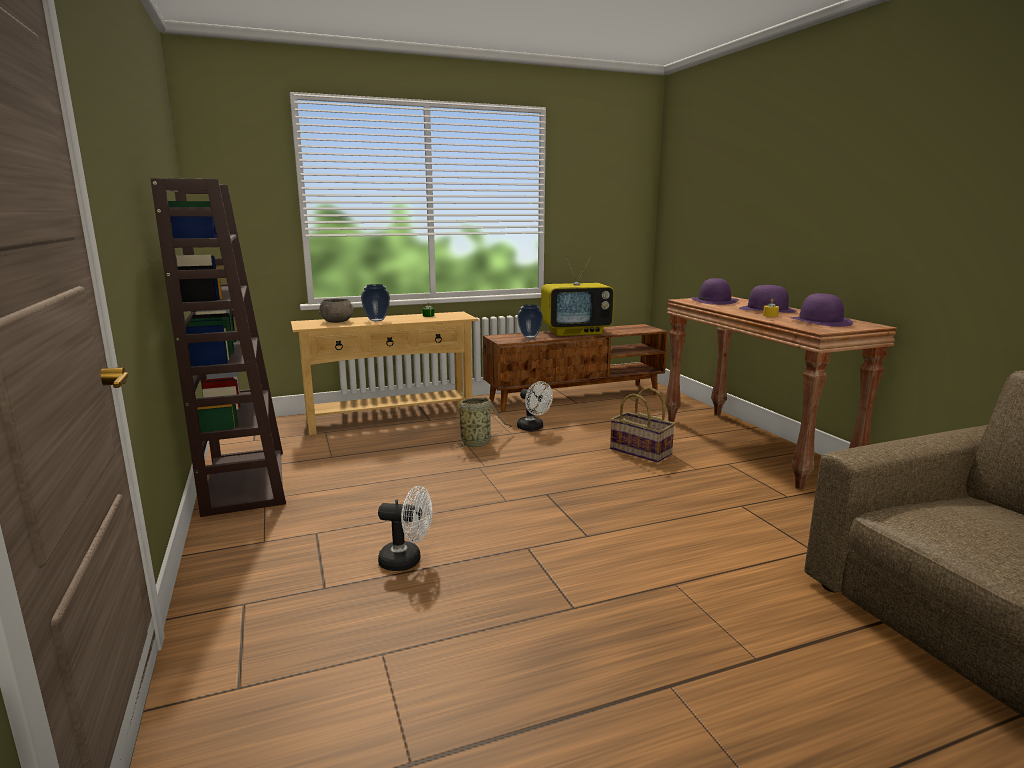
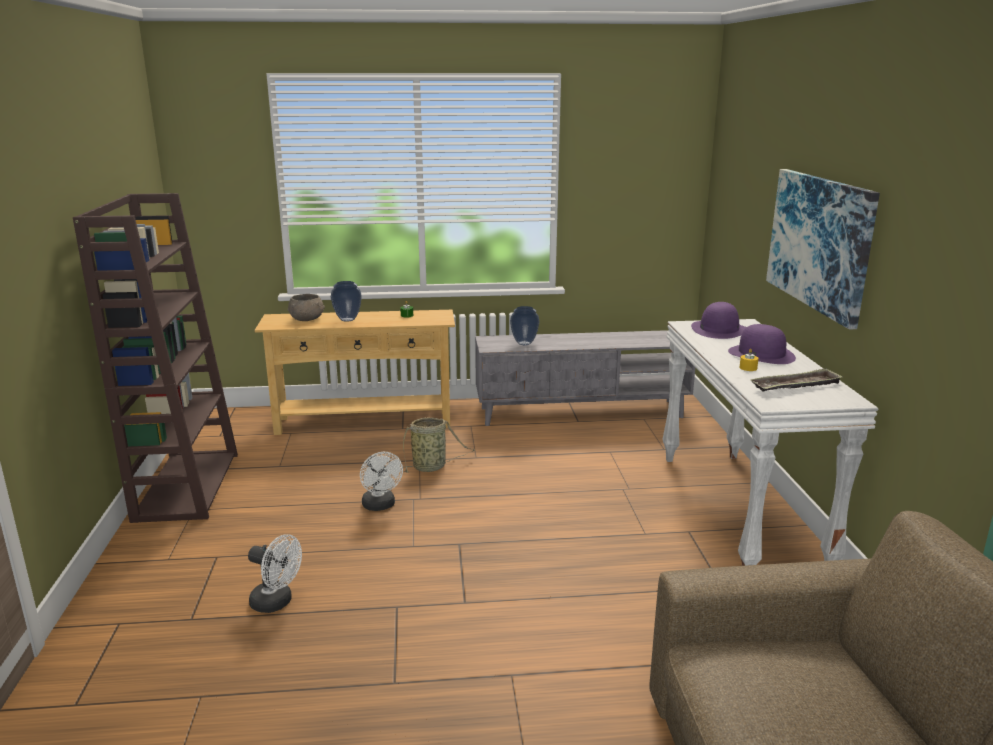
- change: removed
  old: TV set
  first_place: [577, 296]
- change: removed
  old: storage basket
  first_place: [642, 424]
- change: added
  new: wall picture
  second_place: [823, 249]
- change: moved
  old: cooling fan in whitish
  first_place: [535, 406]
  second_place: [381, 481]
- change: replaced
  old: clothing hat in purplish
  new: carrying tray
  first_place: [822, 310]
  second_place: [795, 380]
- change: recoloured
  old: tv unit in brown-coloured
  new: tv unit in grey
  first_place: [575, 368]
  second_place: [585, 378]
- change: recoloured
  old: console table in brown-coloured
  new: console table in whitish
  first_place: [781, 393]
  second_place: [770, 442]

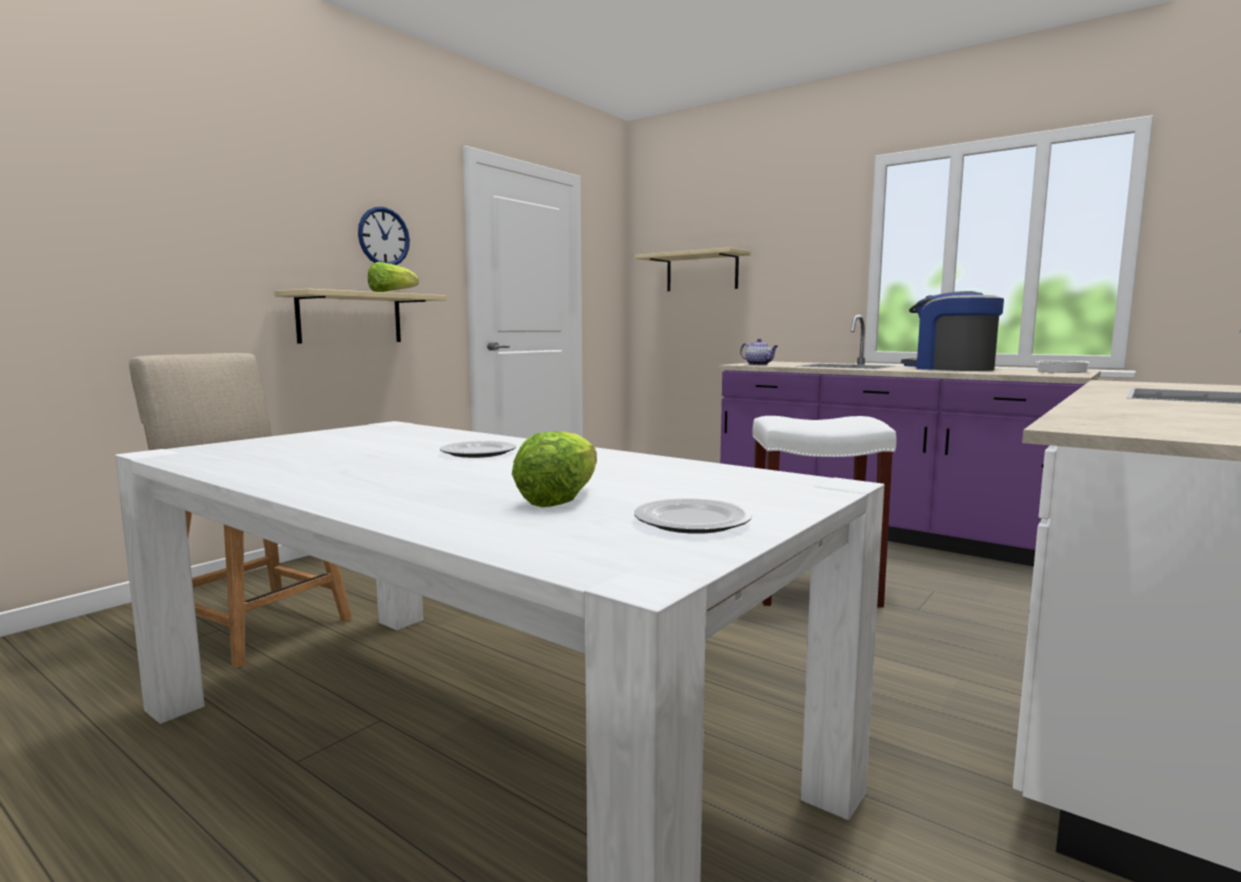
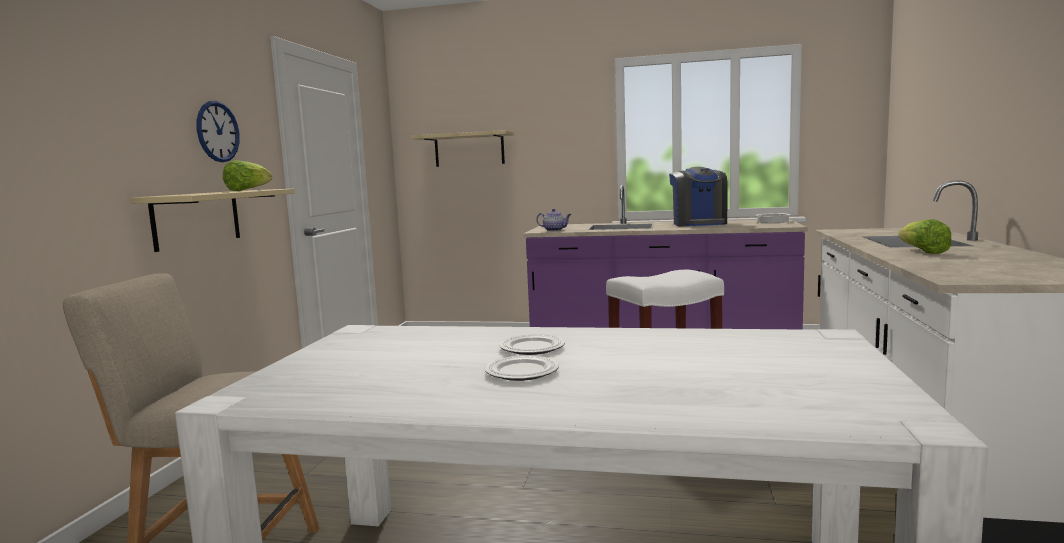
- change: moved
  old: lettuce head
  first_place: [554, 469]
  second_place: [925, 236]
- change: moved
  old: flat dish
  first_place: [693, 516]
  second_place: [522, 368]
- change: turned
  old: coffee maker
  first_place: [952, 331]
  second_place: [698, 196]
  degrees: -120

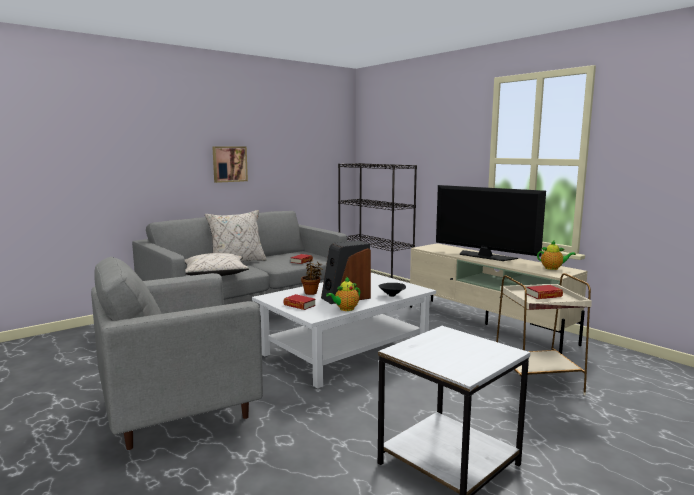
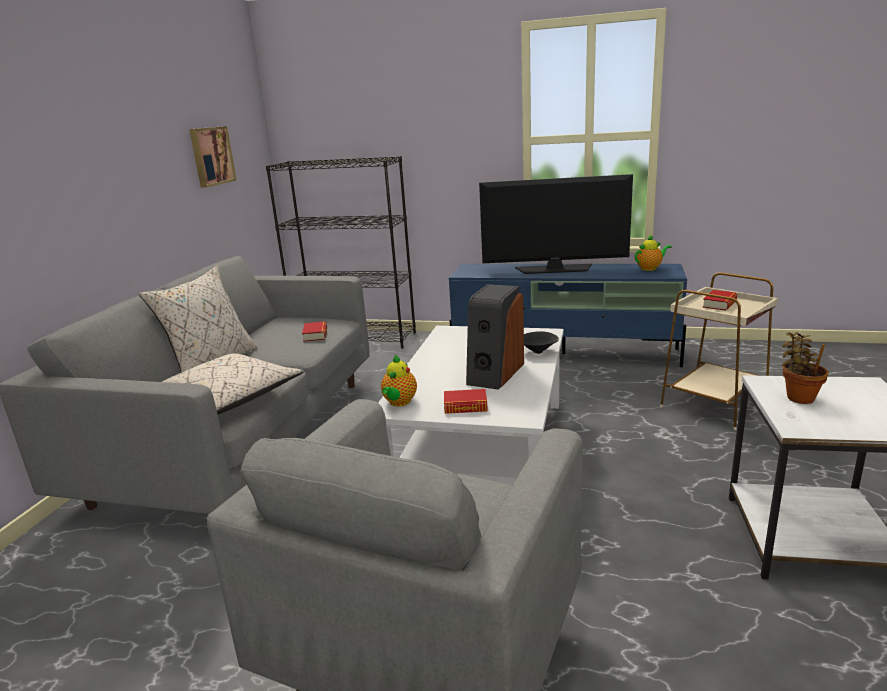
- change: moved
  old: wall picture
  first_place: [230, 164]
  second_place: [213, 157]
- change: moved
  old: houseplant
  first_place: [312, 277]
  second_place: [805, 368]
- change: moved
  old: tea pot
  first_place: [343, 293]
  second_place: [399, 380]
- change: recoloured
  old: tv unit in beige
  new: tv unit in blue-coloured
  first_place: [499, 298]
  second_place: [568, 315]

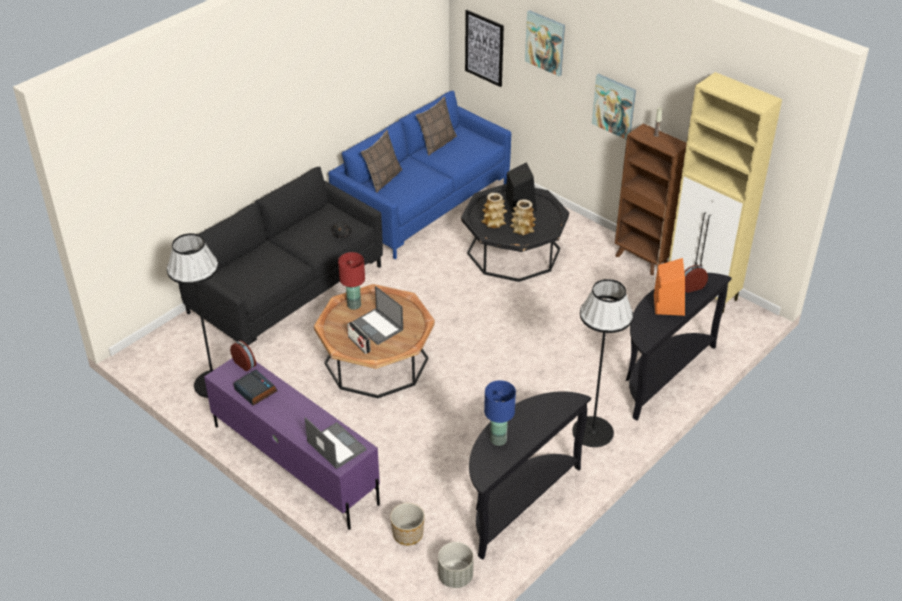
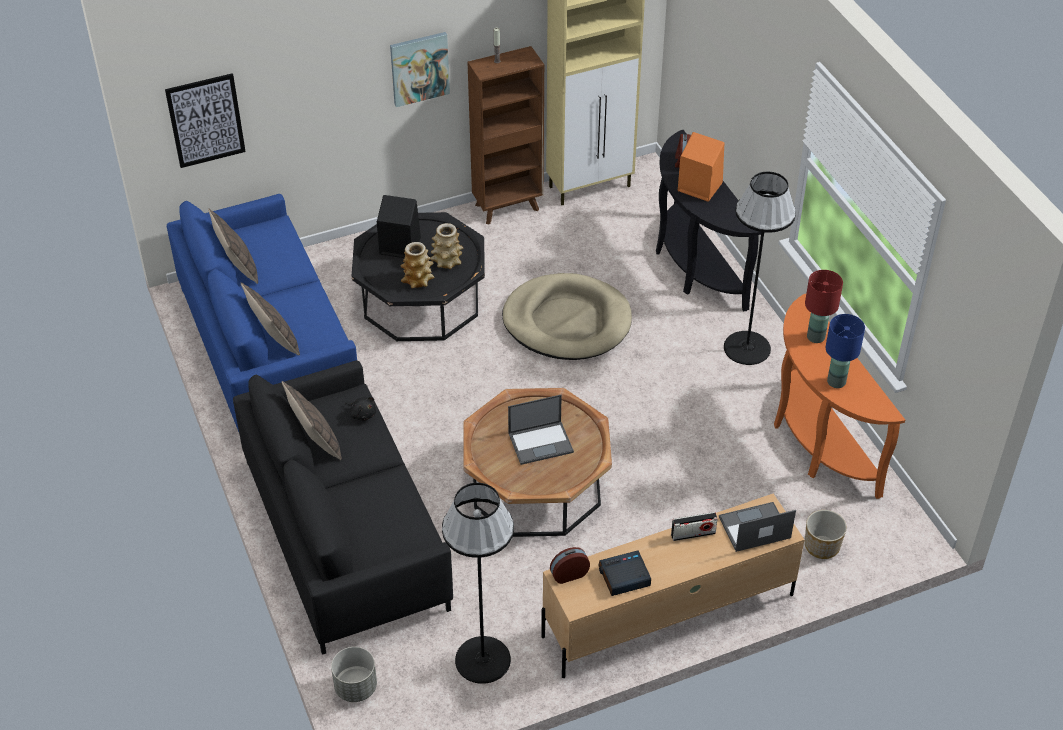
- change: removed
  old: wall picture
  first_place: [545, 43]
- change: added
  new: throw pillow
  second_place: [312, 420]
- change: added
  new: pet bed in beige
  second_place: [567, 316]
- change: moved
  old: tabletop lamp in red
  first_place: [351, 281]
  second_place: [824, 306]
- change: moved
  old: radio receiver
  first_place: [359, 338]
  second_place: [694, 526]
- change: moved
  old: planter in grey
  first_place: [456, 565]
  second_place: [354, 674]
- change: recoloured
  old: tv unit in purplish
  new: tv unit in beige
  first_place: [292, 444]
  second_place: [673, 585]
- change: recoloured
  old: console table in black
  new: console table in orange-coloured
  first_place: [530, 475]
  second_place: [839, 396]

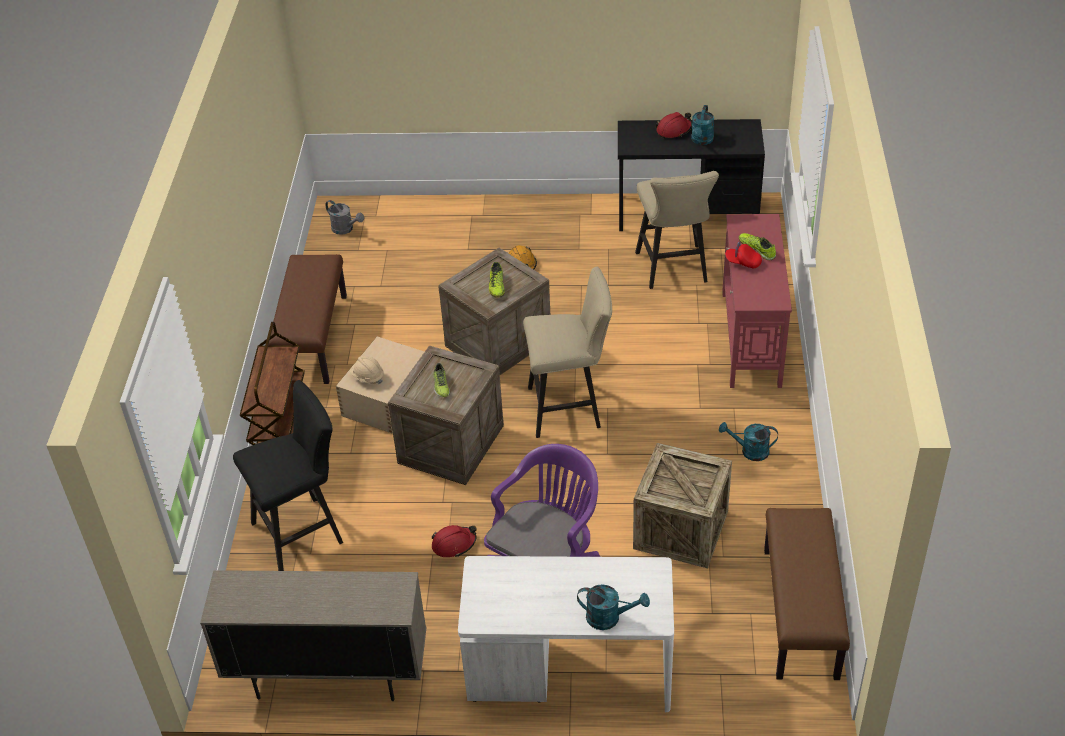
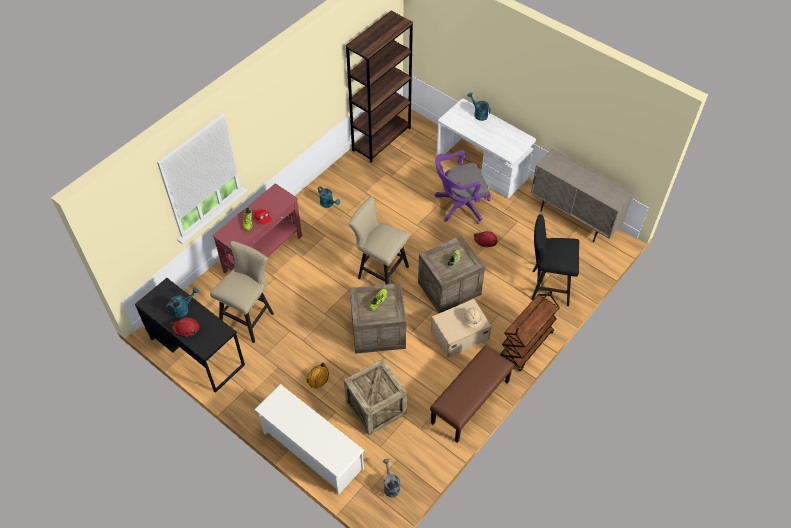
- change: added
  new: shoe stand in whitish
  second_place: [309, 439]
- change: moved
  old: packing crate
  first_place: [682, 505]
  second_place: [375, 397]
- change: replaced
  old: long seat in brown-coloured
  new: shelving unit in brown-coloured
  first_place: [807, 594]
  second_place: [379, 87]

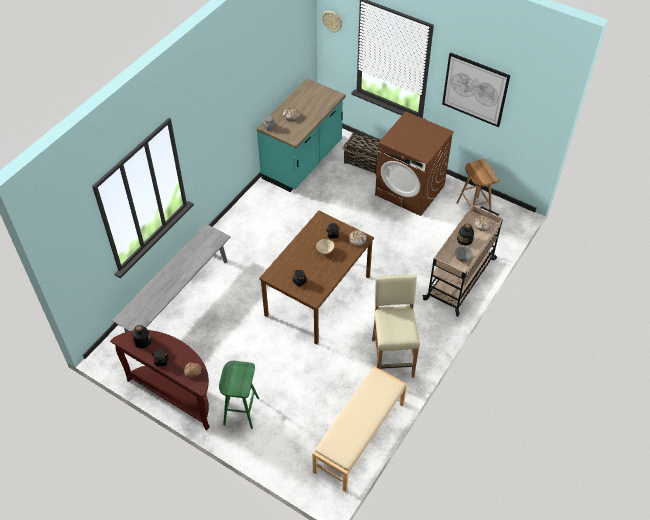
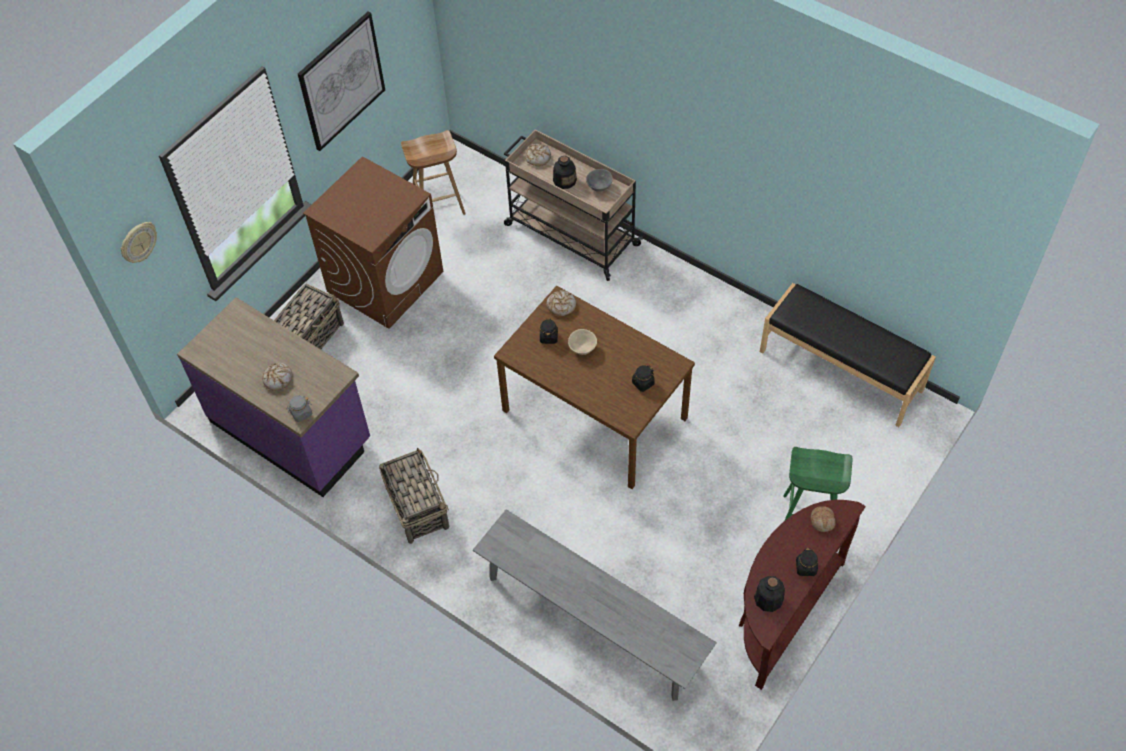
- change: removed
  old: stool in beige
  first_place: [396, 326]
- change: added
  new: storage basket
  second_place: [414, 495]
- change: recoloured
  old: counter in turquoise
  new: counter in purplish
  first_place: [301, 135]
  second_place: [273, 397]
- change: recoloured
  old: long seat in beige
  new: long seat in black
  first_place: [359, 429]
  second_place: [848, 355]

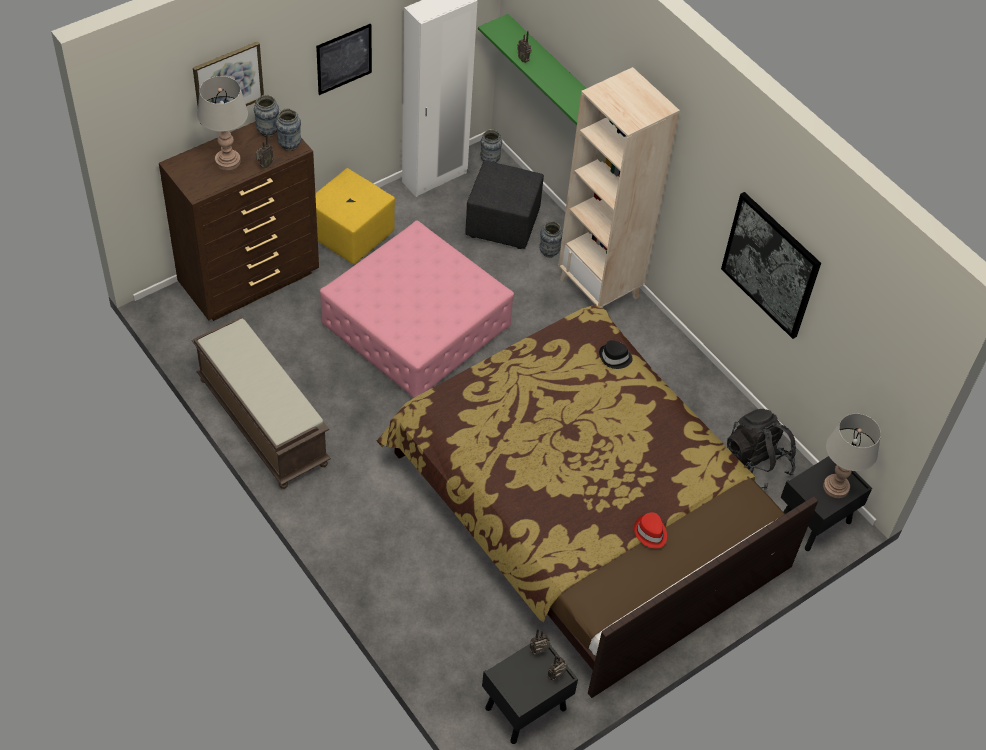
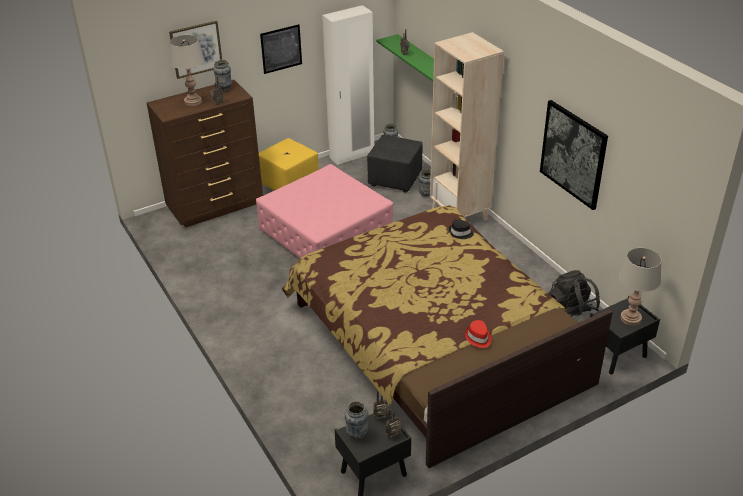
- change: removed
  old: long seat in brown-coloured
  first_place: [261, 403]
- change: moved
  old: flower vase
  first_place: [288, 129]
  second_place: [356, 420]

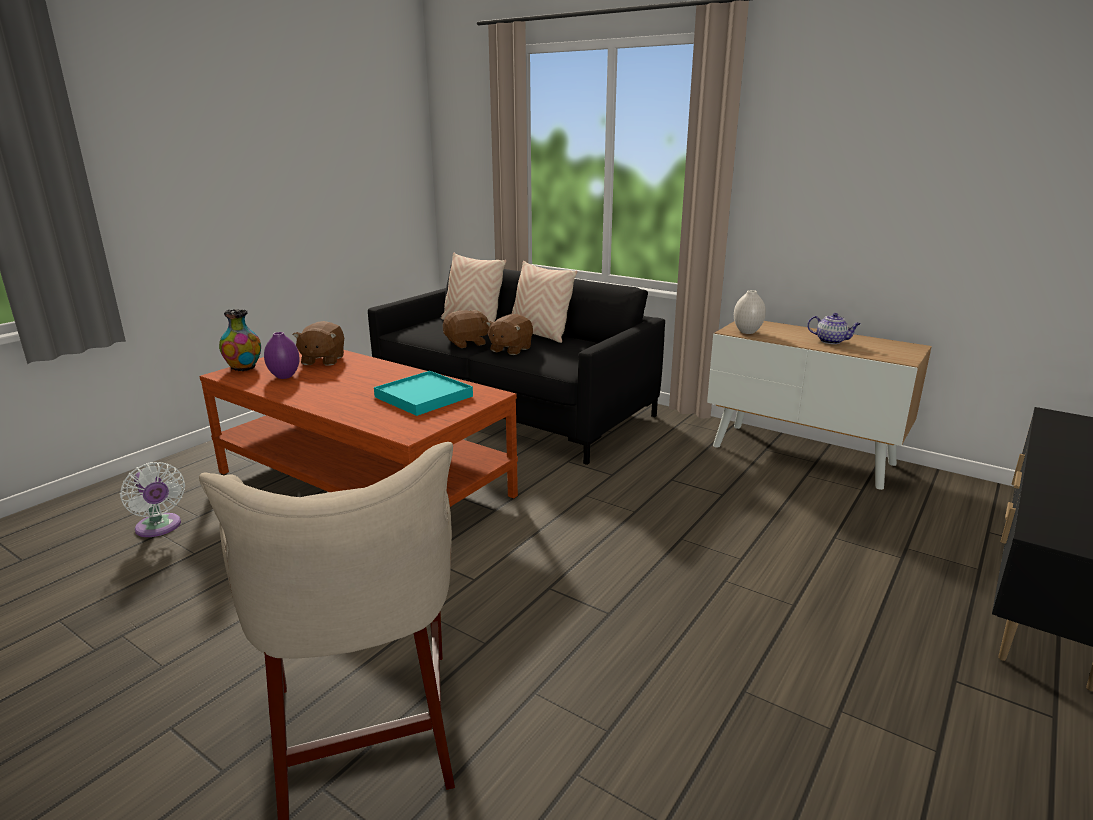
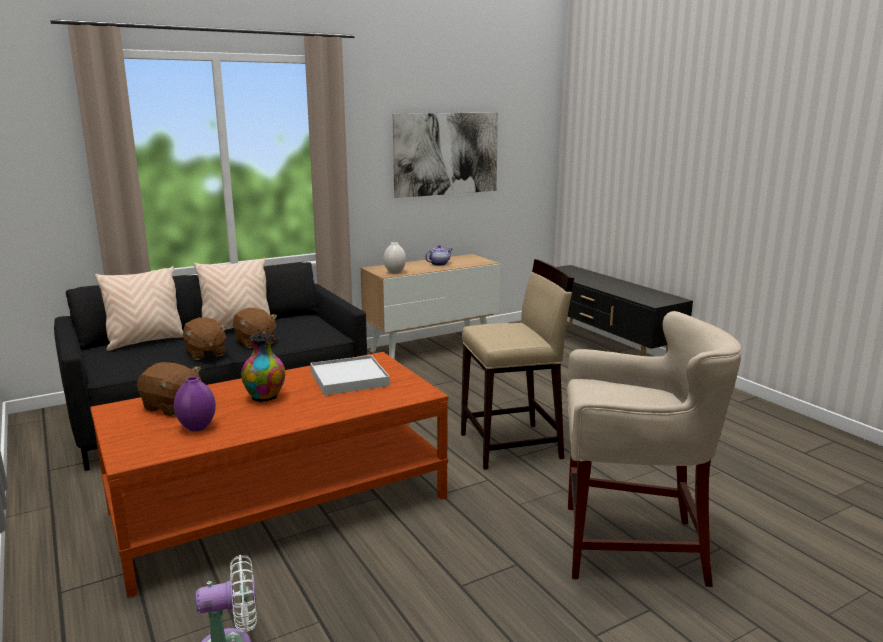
- change: added
  new: wall picture
  second_place: [445, 155]
- change: added
  new: stool in beige
  second_place: [517, 364]
- change: moved
  old: flower vase
  first_place: [240, 340]
  second_place: [263, 368]
- change: recoloured
  old: carrying tray in turquoise
  new: carrying tray in whitish
  first_place: [423, 393]
  second_place: [350, 375]
- change: turned
  old: soft toy in brown-coloured
  first_place: [466, 329]
  second_place: [205, 338]
  degrees: 150

